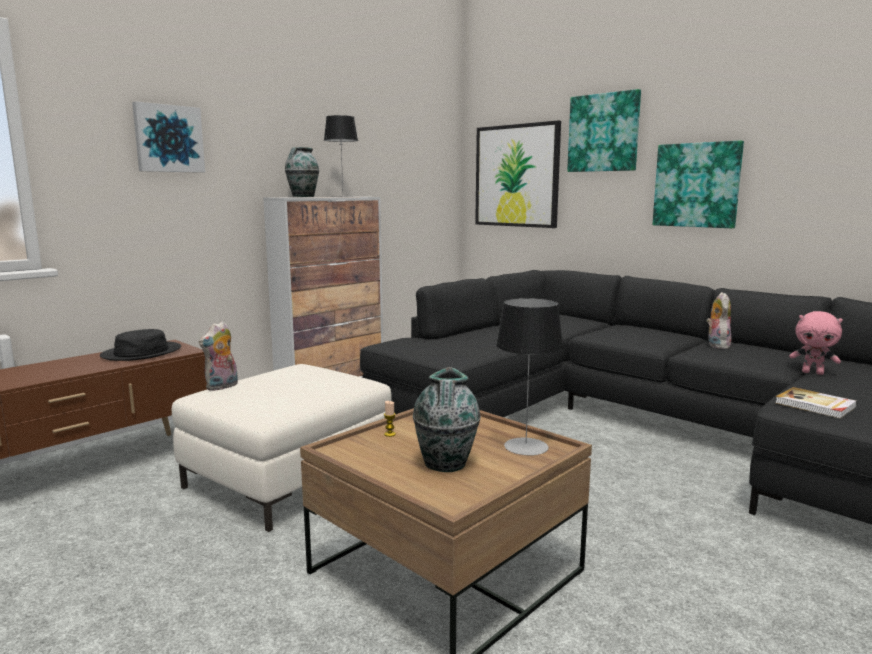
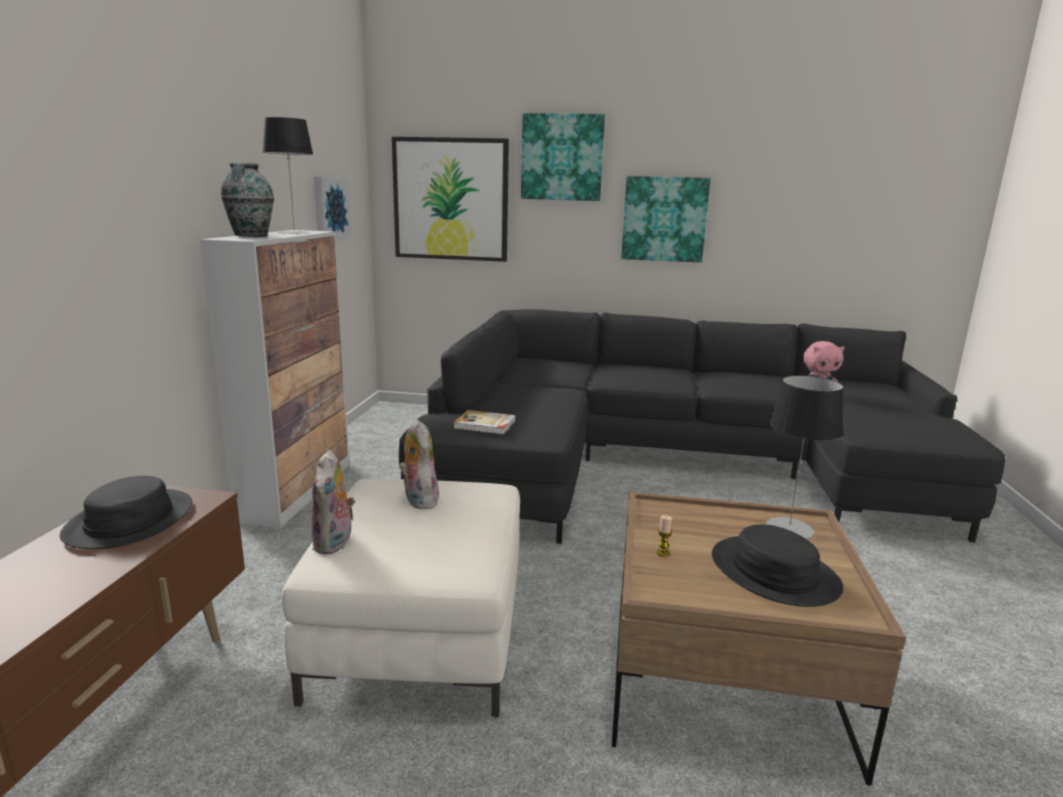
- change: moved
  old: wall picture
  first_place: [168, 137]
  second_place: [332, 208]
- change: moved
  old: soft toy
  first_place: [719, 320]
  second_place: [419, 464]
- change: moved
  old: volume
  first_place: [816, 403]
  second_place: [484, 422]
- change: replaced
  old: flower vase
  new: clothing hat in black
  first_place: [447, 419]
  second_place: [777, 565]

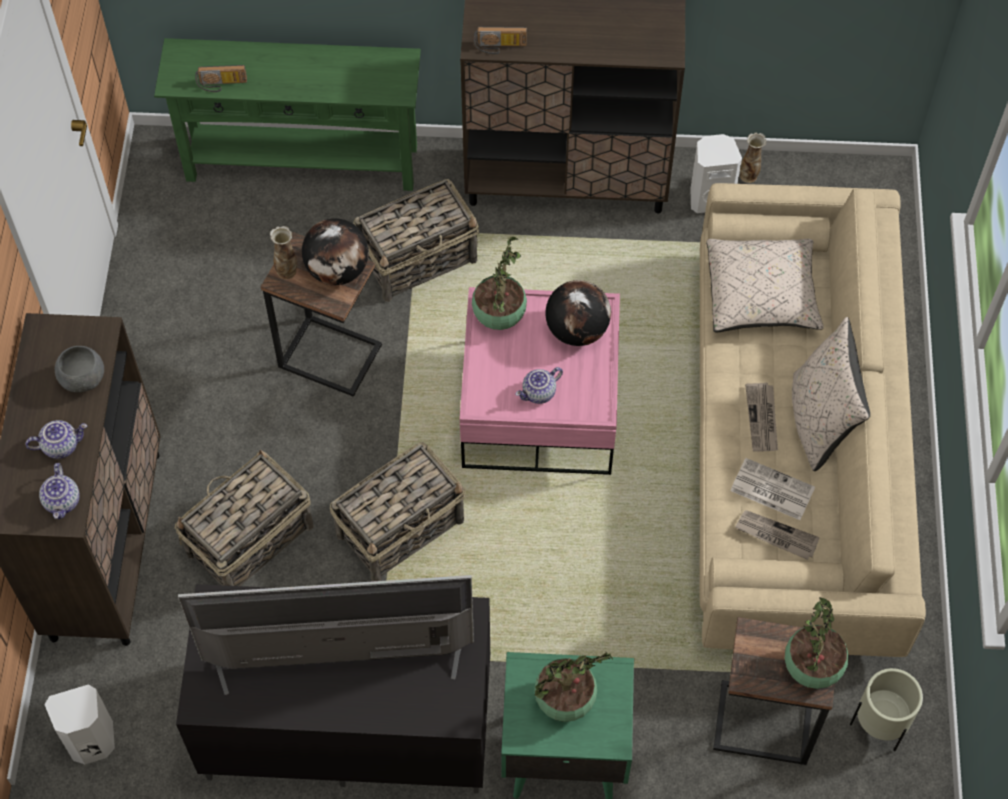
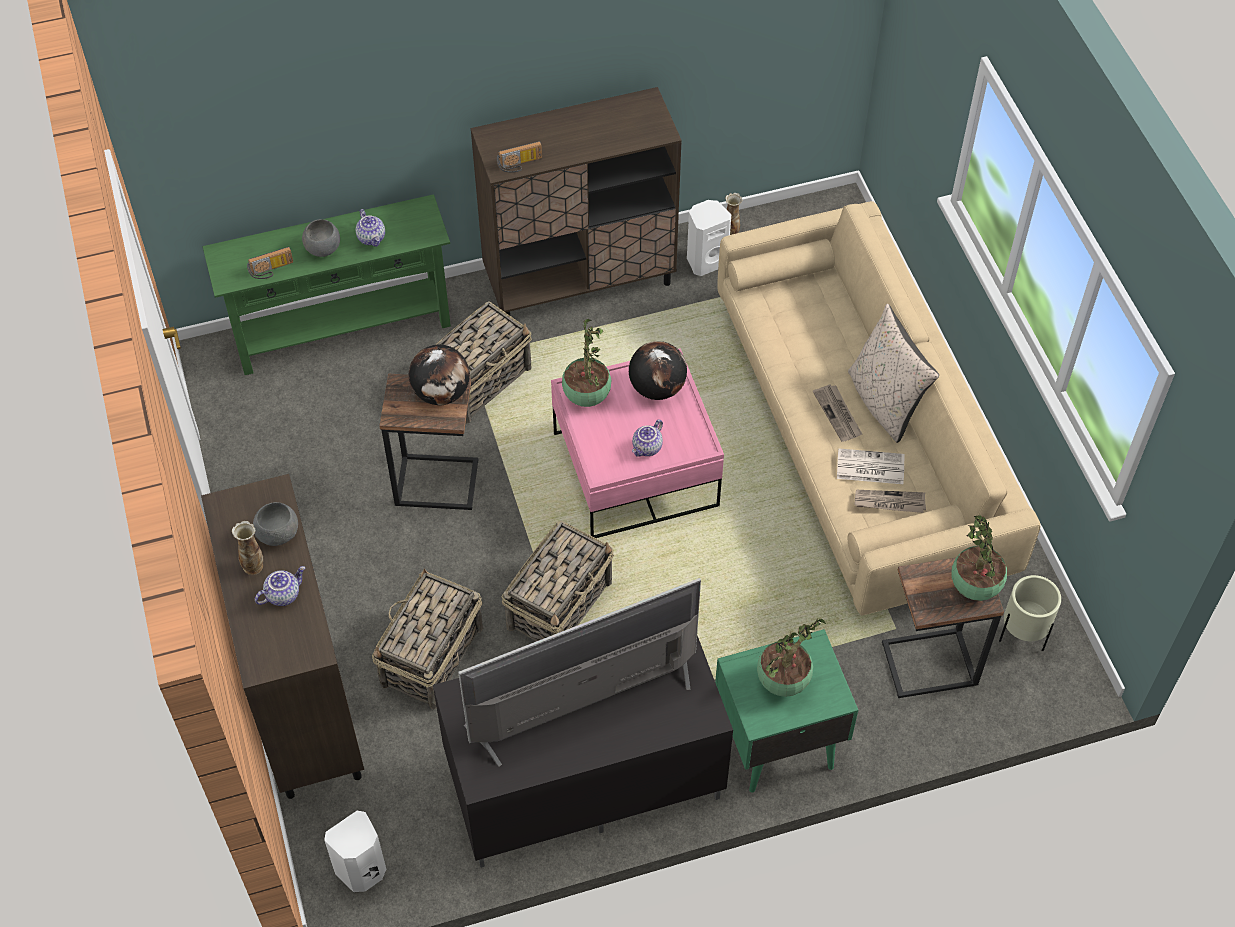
- change: removed
  old: throw pillow in beige
  first_place: [765, 285]
- change: added
  new: serving bowl in grey
  second_place: [321, 238]
- change: moved
  old: tea pot
  first_place: [59, 491]
  second_place: [370, 228]
- change: moved
  old: flower vase
  first_place: [283, 252]
  second_place: [247, 548]

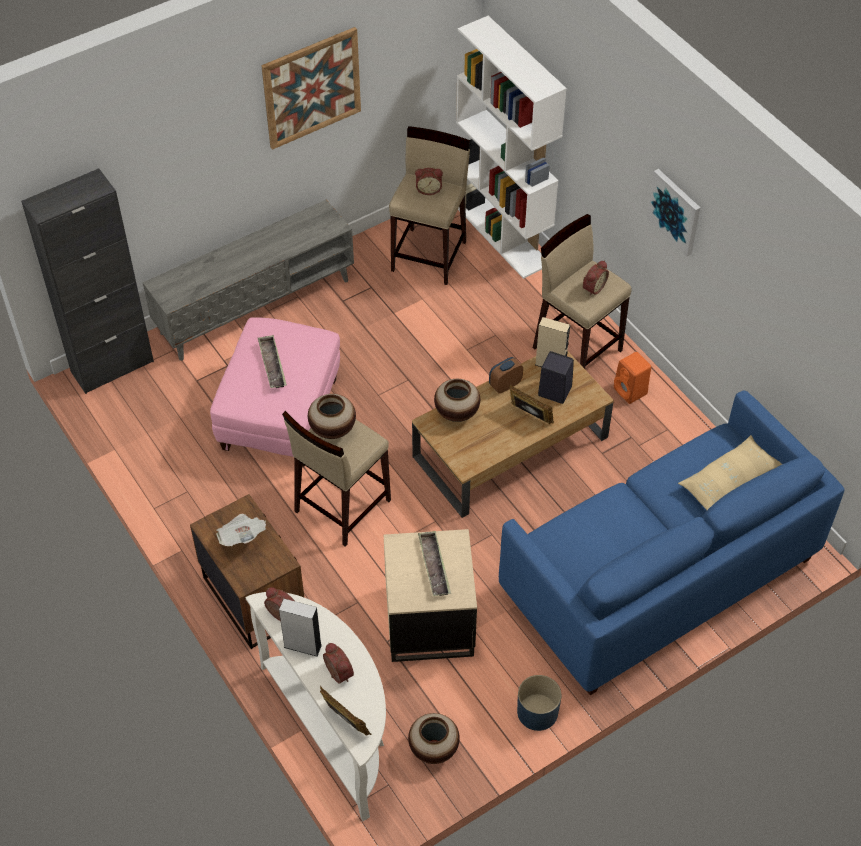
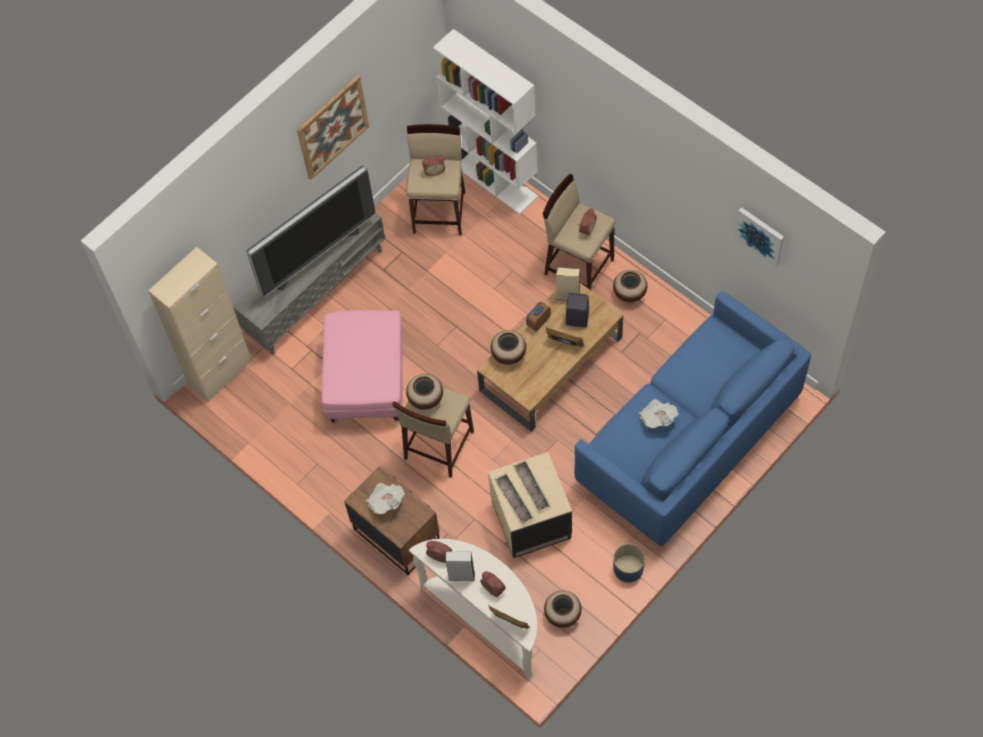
- change: removed
  old: throw pillow in beige
  first_place: [730, 472]
- change: added
  new: TV set
  second_place: [311, 231]
- change: added
  new: newspaper
  second_place: [659, 413]
- change: moved
  old: carrying tray
  first_place: [272, 361]
  second_place: [514, 498]
- change: moved
  old: wall picture
  first_place: [673, 213]
  second_place: [759, 237]
- change: replaced
  old: audio speaker in orange-coloured
  new: flower vase
  first_place: [632, 378]
  second_place: [630, 286]
- change: recoloured
  old: storage cabinet in black
  new: storage cabinet in beige
  first_place: [87, 281]
  second_place: [200, 324]

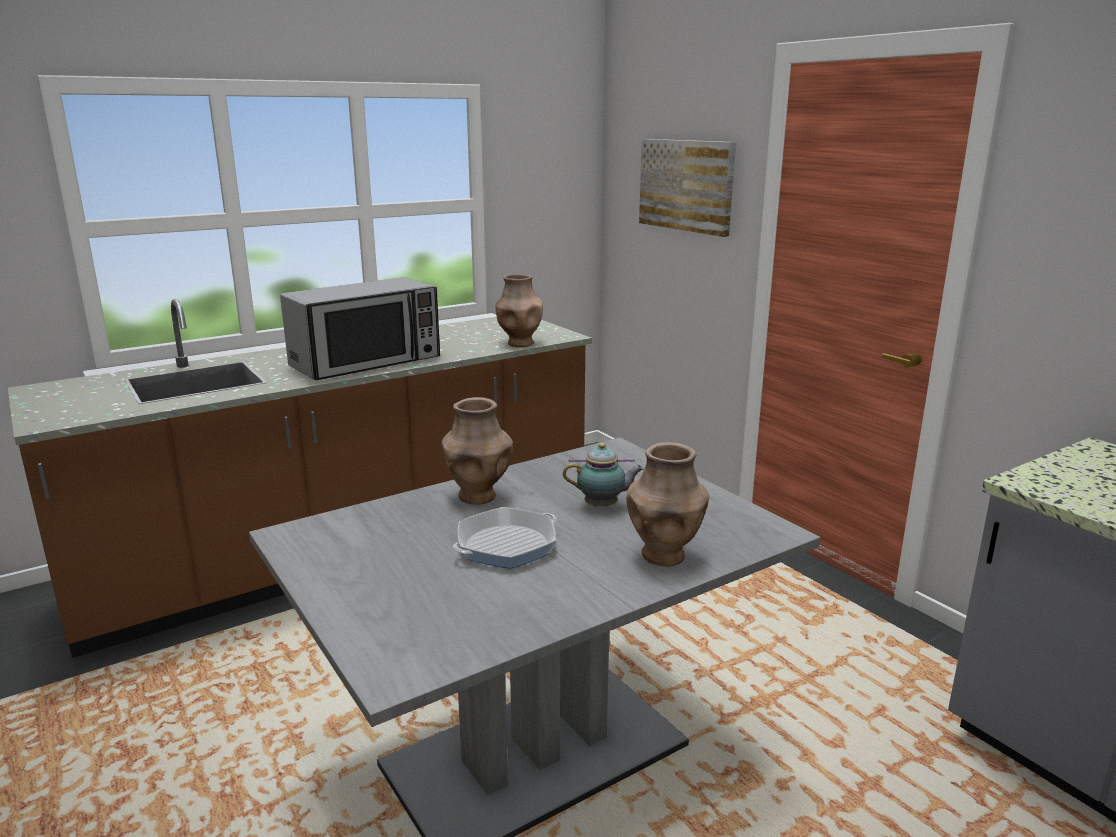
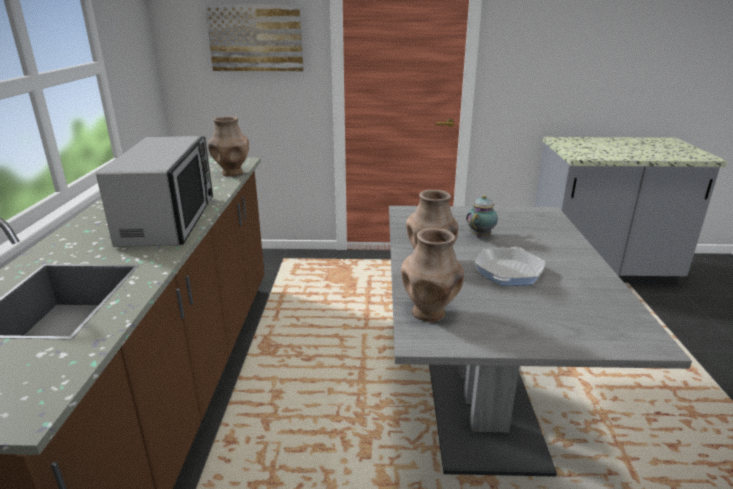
- change: moved
  old: flower vase in brown-coloured
  first_place: [667, 504]
  second_place: [432, 275]
- change: turned
  old: pan
  first_place: [505, 538]
  second_place: [509, 266]
  degrees: -150

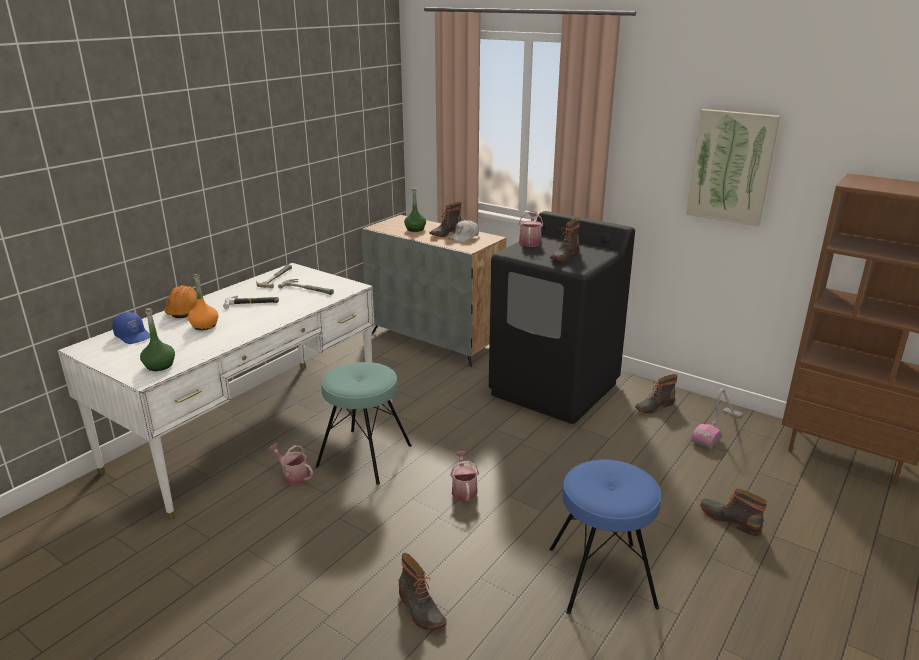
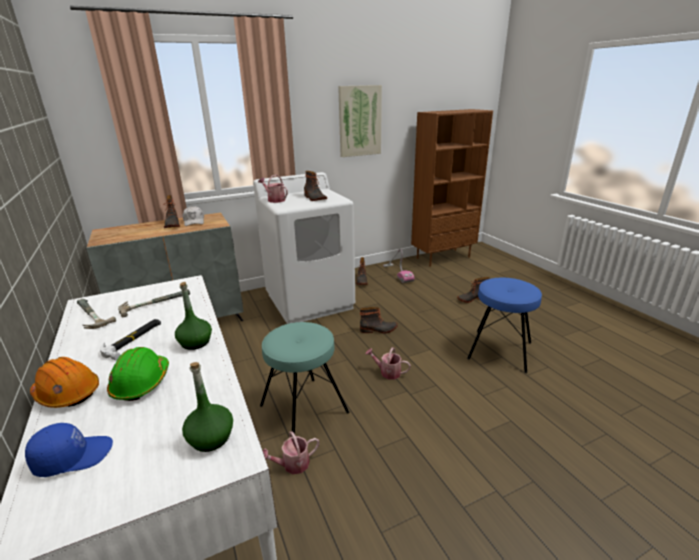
- change: moved
  old: high-top boot
  first_place: [423, 591]
  second_place: [379, 320]
- change: moved
  old: bottle in green
  first_place: [415, 210]
  second_place: [193, 316]
- change: replaced
  old: bottle in orange-coloured
  new: safety helmet in green
  first_place: [203, 302]
  second_place: [138, 374]
- change: recoloured
  old: laundry appliance in black
  new: laundry appliance in whitish
  first_place: [562, 317]
  second_place: [304, 248]

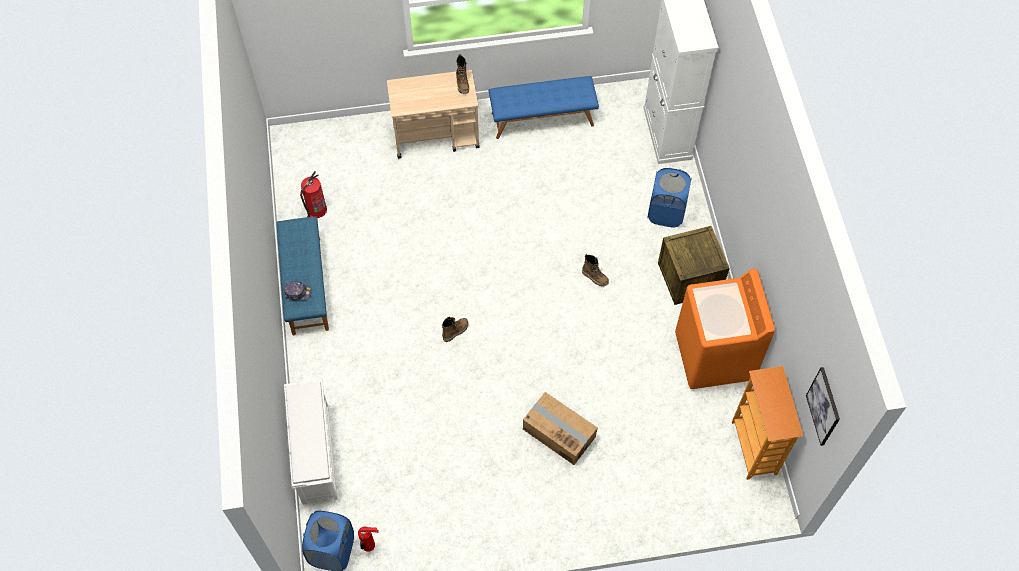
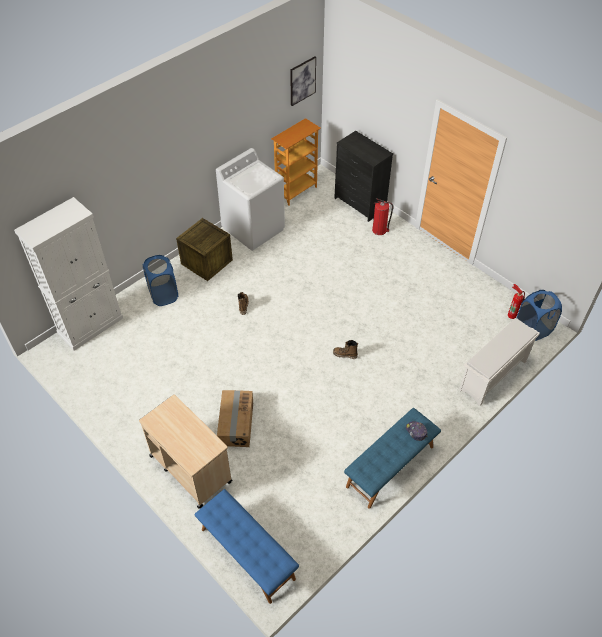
- change: removed
  old: high-top boot
  first_place: [462, 74]
- change: added
  new: chest of drawers in black
  second_place: [363, 176]
- change: moved
  old: fire extinguisher
  first_place: [313, 194]
  second_place: [382, 216]
- change: moved
  old: long seat in blue-coloured
  first_place: [544, 107]
  second_place: [247, 546]
- change: moved
  old: packing box
  first_place: [560, 428]
  second_place: [235, 418]
- change: recoloured
  old: laundry appliance in orange-coloured
  new: laundry appliance in whitish
  first_place: [725, 329]
  second_place: [250, 199]

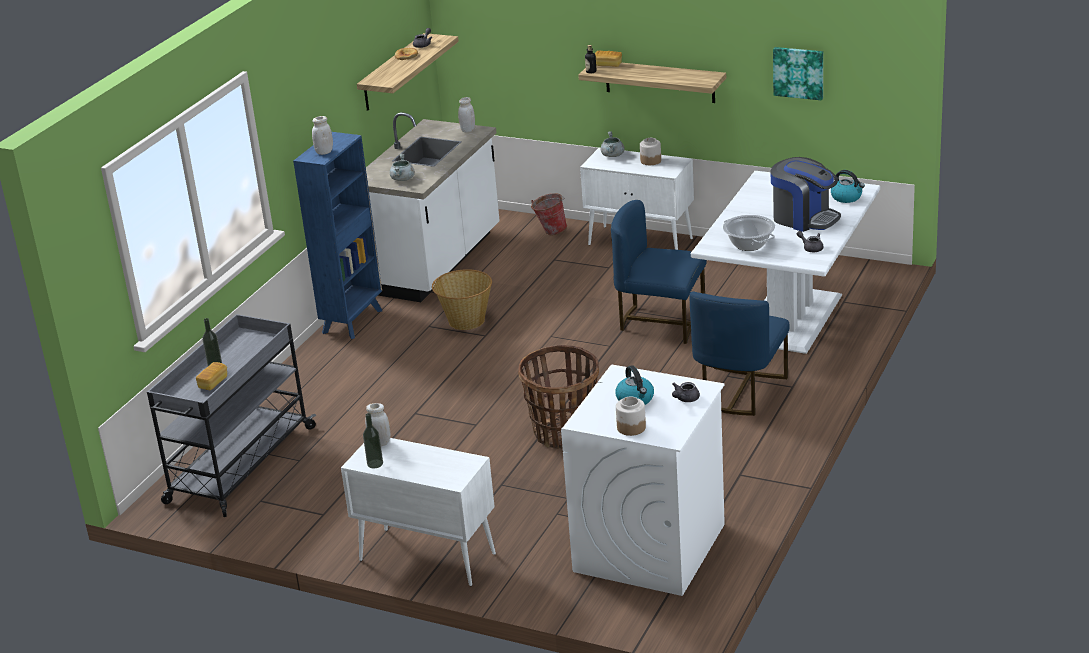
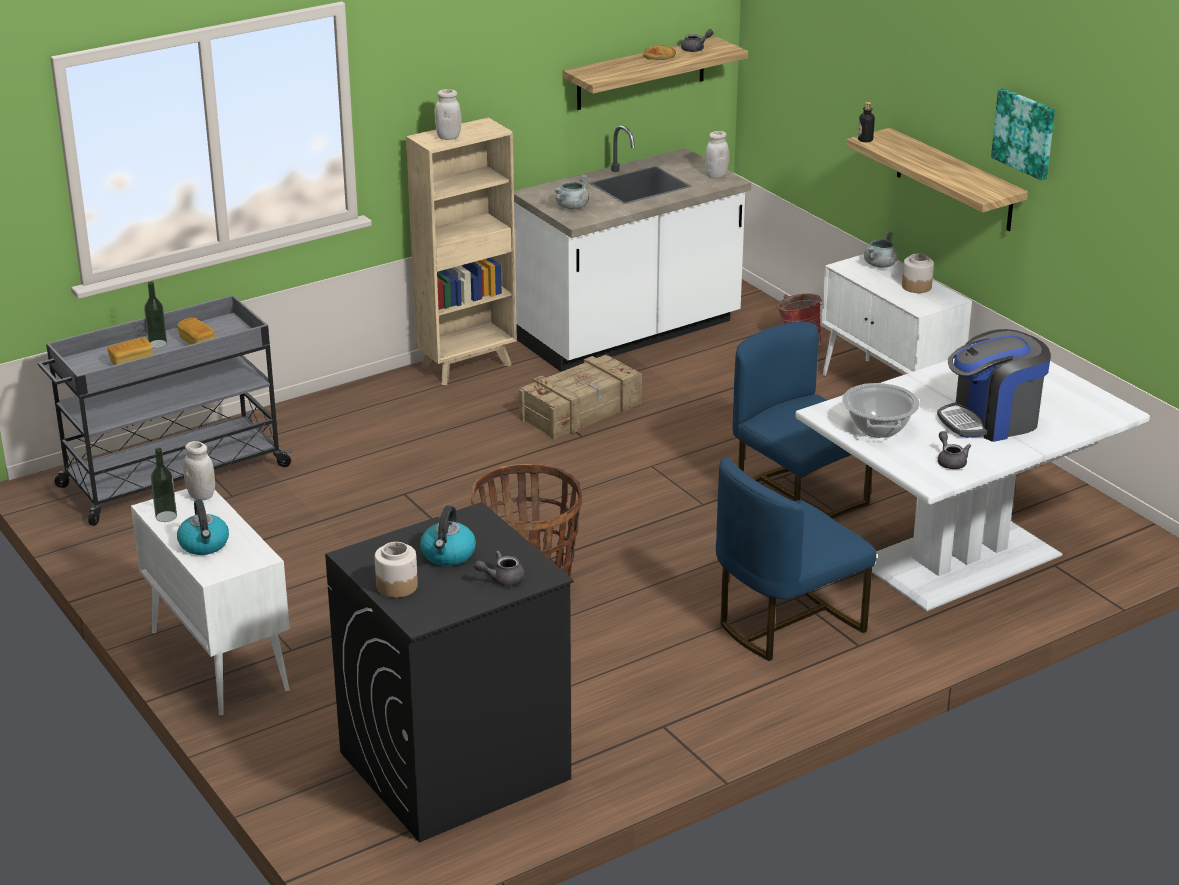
- change: moved
  old: bakery bread
  first_place: [608, 59]
  second_place: [196, 330]
- change: moved
  old: wall picture
  first_place: [798, 73]
  second_place: [1023, 134]
- change: moved
  old: kettle
  first_place: [848, 186]
  second_place: [203, 527]
- change: replaced
  old: storage basket
  new: packing crate
  first_place: [462, 299]
  second_place: [580, 397]
- change: recoloured
  old: shelving unit in blue-coloured
  new: shelving unit in beige
  first_place: [337, 235]
  second_place: [461, 251]
- change: recoloured
  old: laundry appliance in whitish
  new: laundry appliance in black
  first_place: [643, 480]
  second_place: [449, 672]
- change: turned
  old: coffee maker
  first_place: [805, 194]
  second_place: [994, 385]
  degrees: 90

